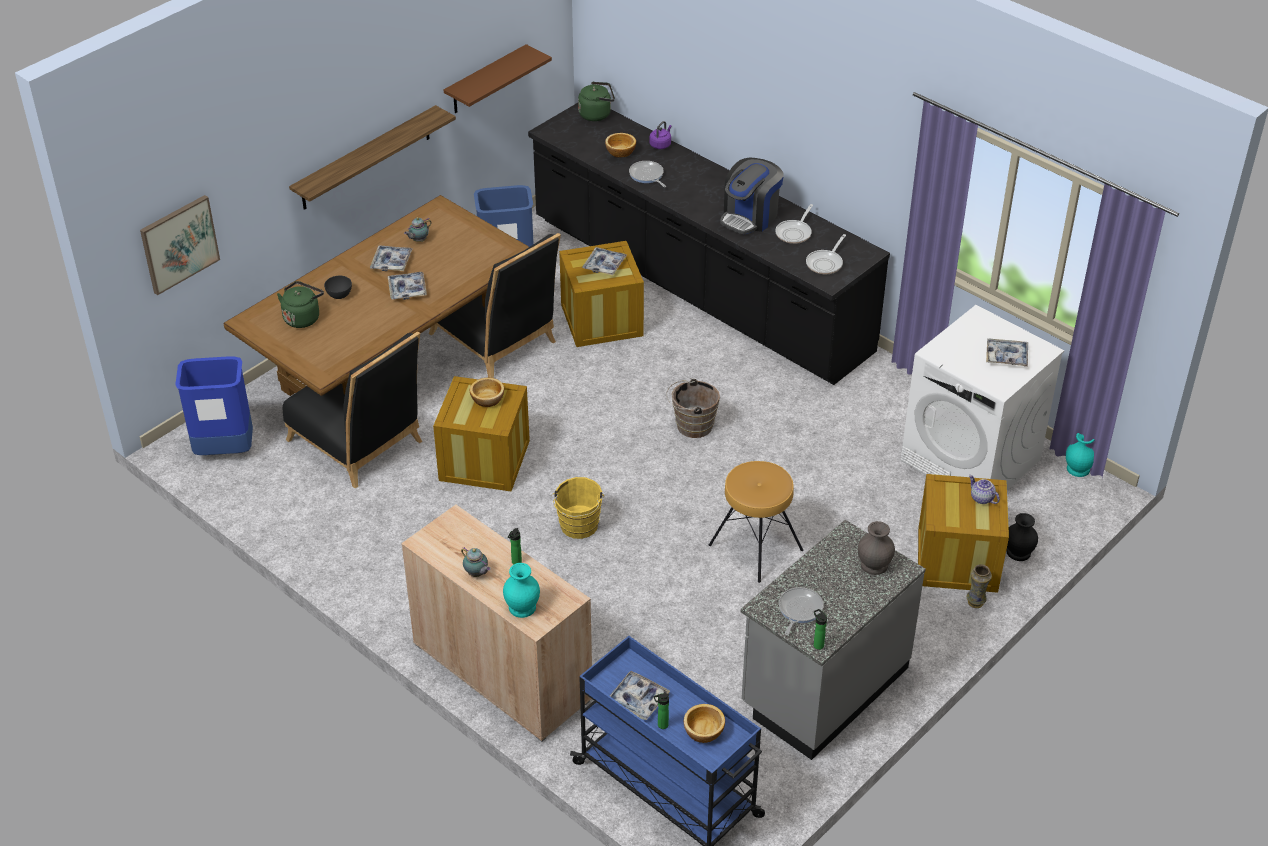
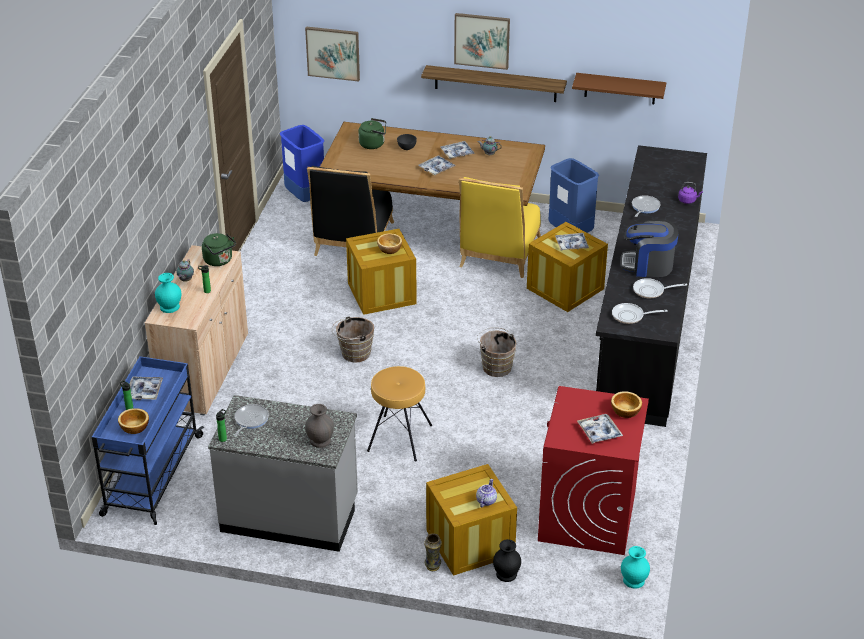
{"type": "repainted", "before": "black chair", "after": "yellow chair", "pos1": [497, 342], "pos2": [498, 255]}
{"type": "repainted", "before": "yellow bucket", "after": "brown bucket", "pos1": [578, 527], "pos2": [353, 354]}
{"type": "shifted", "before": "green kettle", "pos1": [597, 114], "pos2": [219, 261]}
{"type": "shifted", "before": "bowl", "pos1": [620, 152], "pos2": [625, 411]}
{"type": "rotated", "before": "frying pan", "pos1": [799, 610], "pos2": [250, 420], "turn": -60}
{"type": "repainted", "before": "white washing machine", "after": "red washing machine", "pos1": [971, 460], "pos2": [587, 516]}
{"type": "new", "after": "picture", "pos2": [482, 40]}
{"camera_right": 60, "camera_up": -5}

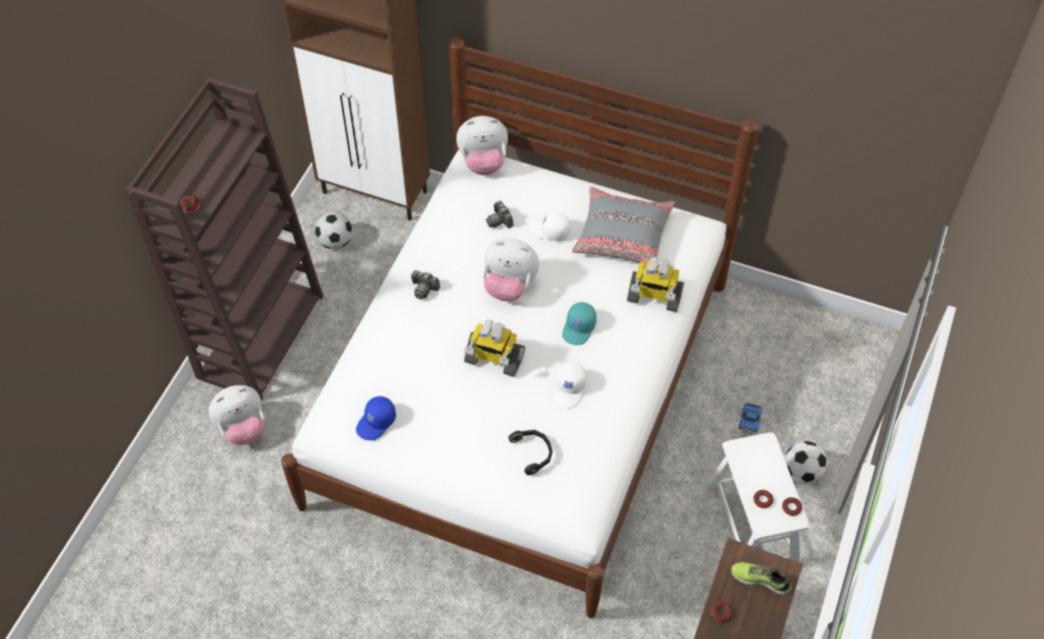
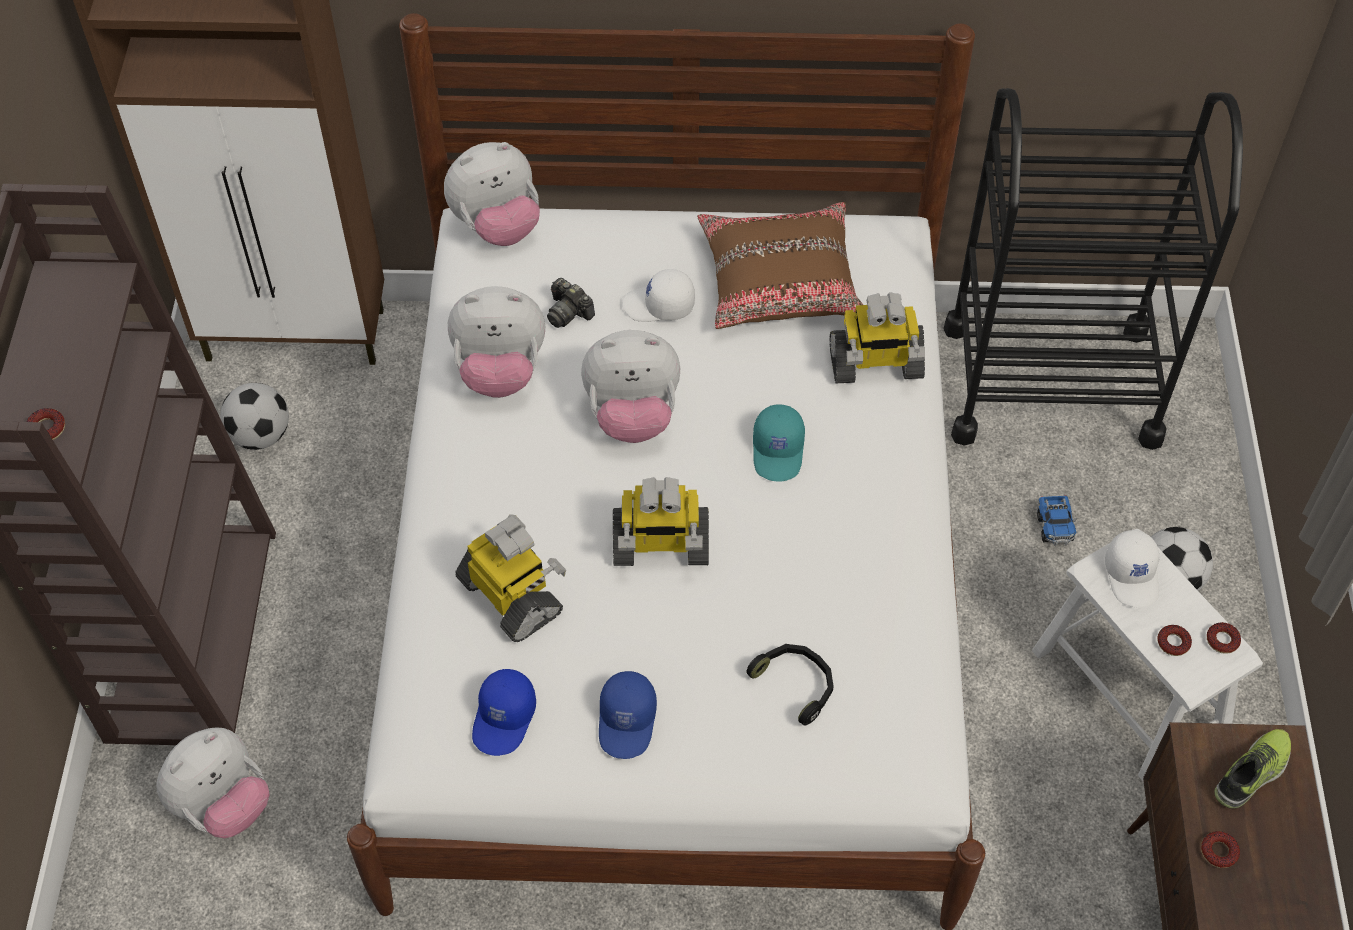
{"type": "gone", "before": "photo camera", "pos1": [424, 289]}
{"type": "shifted", "before": "white cap", "pos1": [570, 389], "pos2": [1133, 576]}
{"type": "repainted", "before": "grey pillow", "after": "brown pillow", "pos1": [623, 235], "pos2": [780, 279]}
{"type": "rotated", "before": "shoe", "pos1": [760, 579], "pos2": [1253, 773], "turn": 135}
{"type": "new", "after": "plush toy", "pos2": [500, 371]}
{"type": "new", "after": "toy robot", "pos2": [512, 596]}
{"type": "new", "after": "blue cap", "pos2": [628, 721]}
{"type": "new", "after": "black cart", "pos2": [1050, 383]}
{"camera_right": -20, "camera_up": 0}

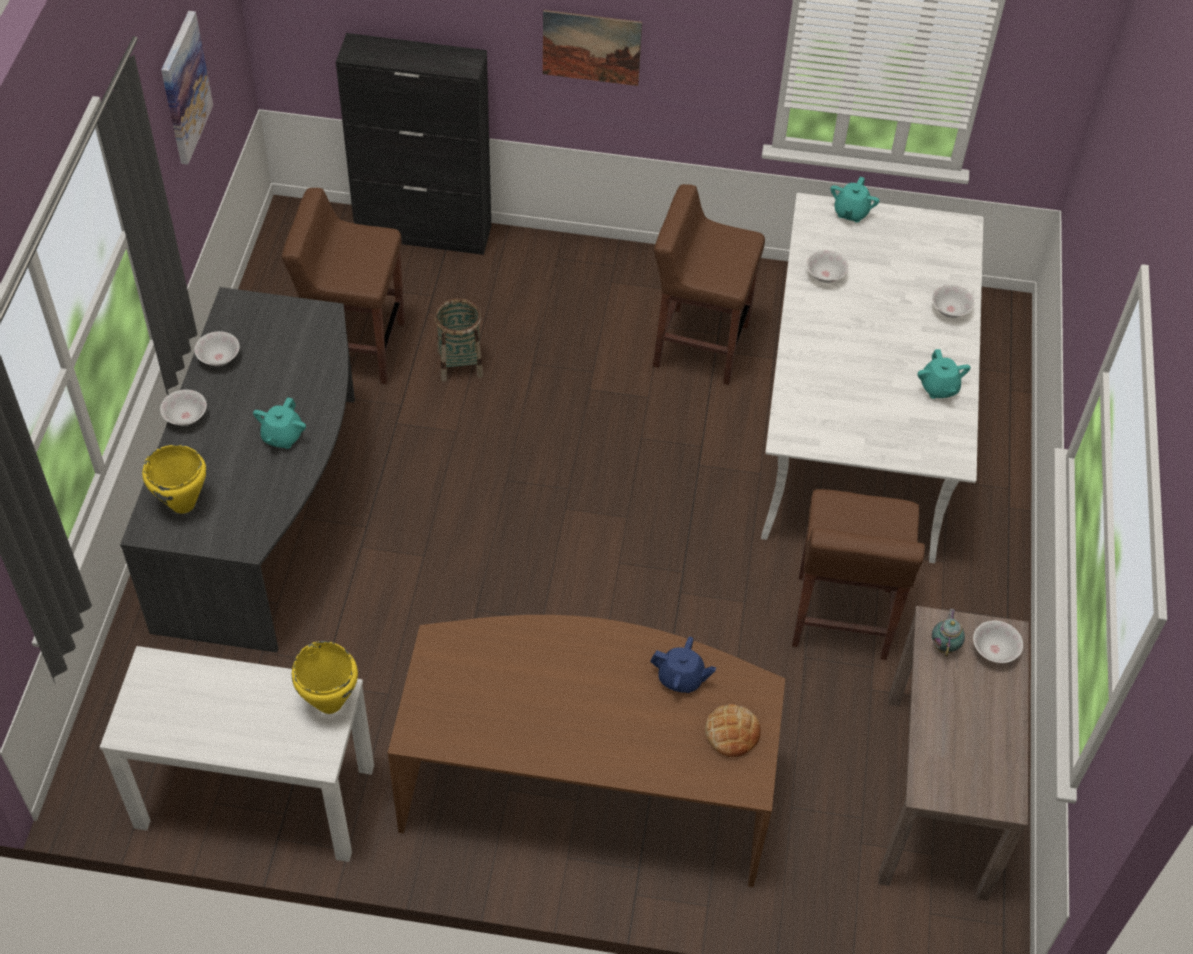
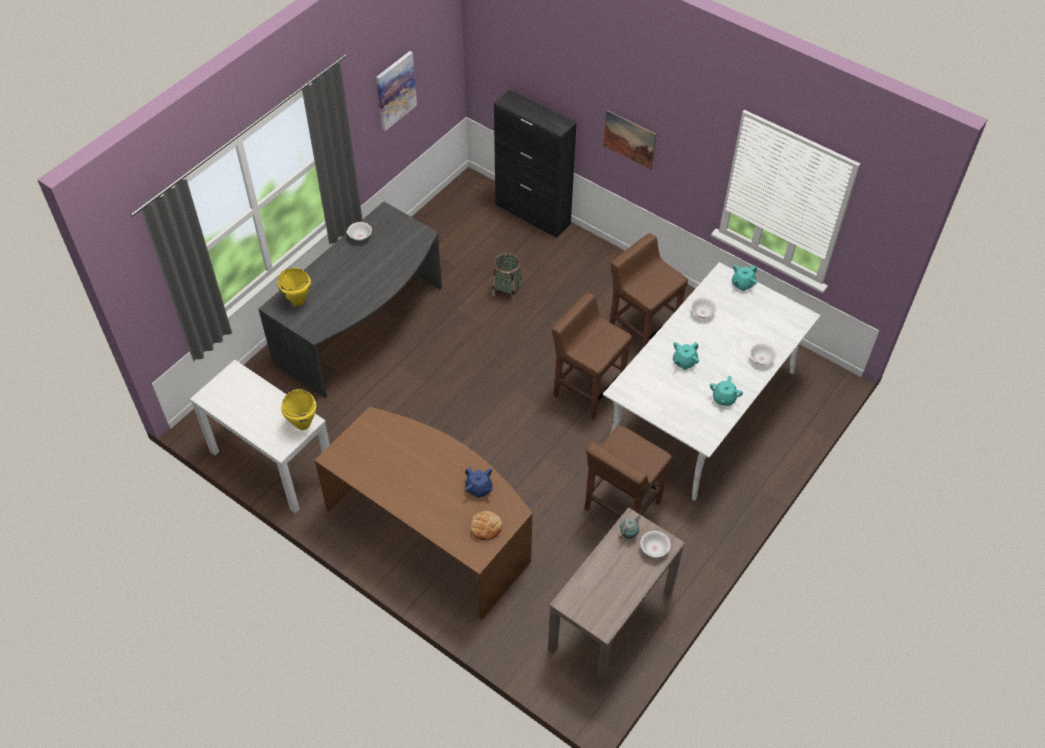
{"type": "gone", "before": "white bowl", "pos1": [186, 417]}
{"type": "shifted", "before": "turquoise teapot", "pos1": [282, 436], "pos2": [684, 362]}
{"type": "shifted", "before": "brown stool", "pos1": [355, 347], "pos2": [587, 390]}
{"camera_right": 30, "camera_up": 0}

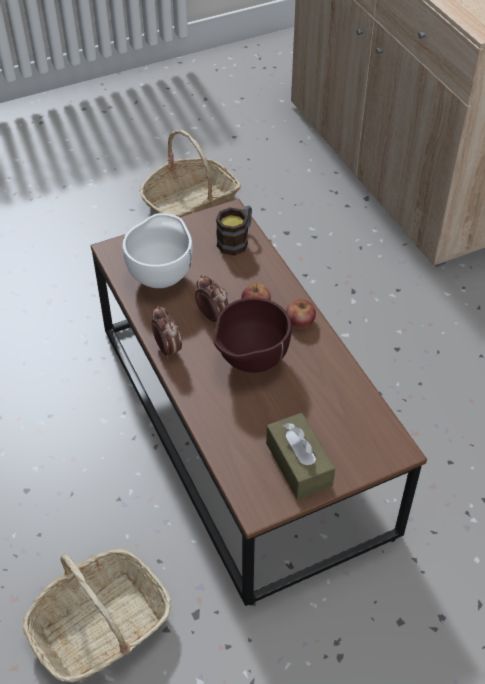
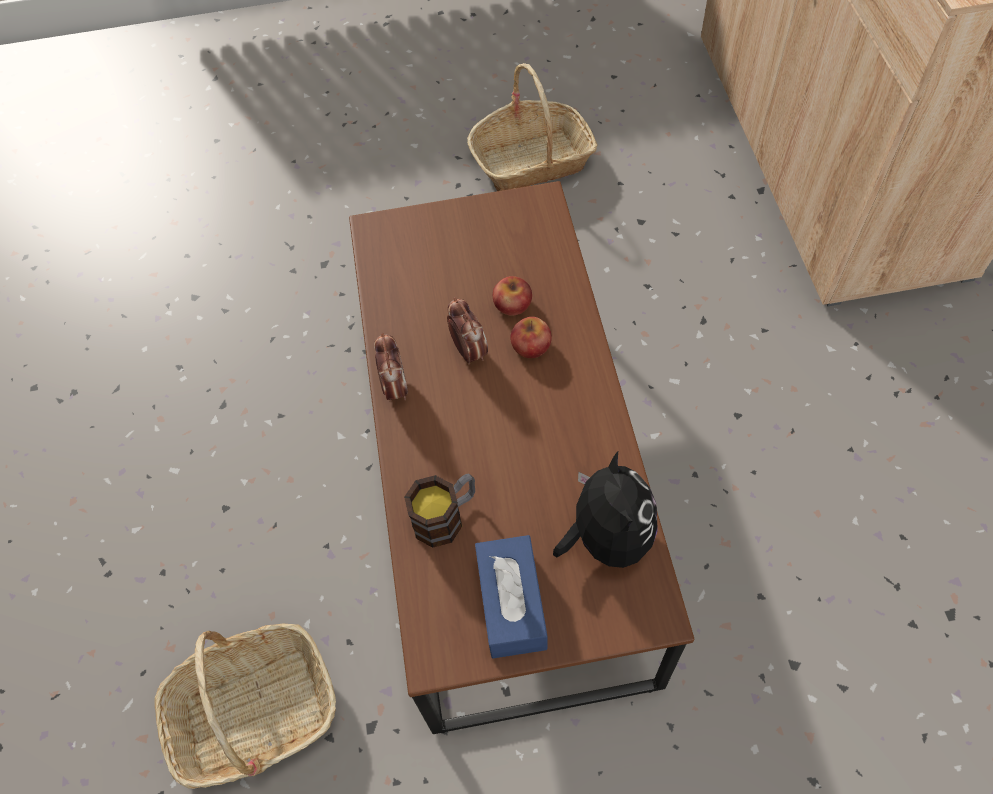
{"type": "gone", "before": "white bowl", "pos1": [161, 276]}
{"type": "gone", "before": "brown bowl", "pos1": [250, 363]}
{"type": "shifted", "before": "mug", "pos1": [236, 240], "pos2": [446, 516]}
{"type": "repainted", "before": "brown tissue box", "after": "blue tissue box", "pos1": [299, 464], "pos2": [511, 603]}
{"type": "shifted", "before": "apple", "pos1": [300, 321], "pos2": [512, 304]}
{"type": "new", "after": "plush toy", "pos2": [606, 537]}
{"camera_right": 20, "camera_up": 10}

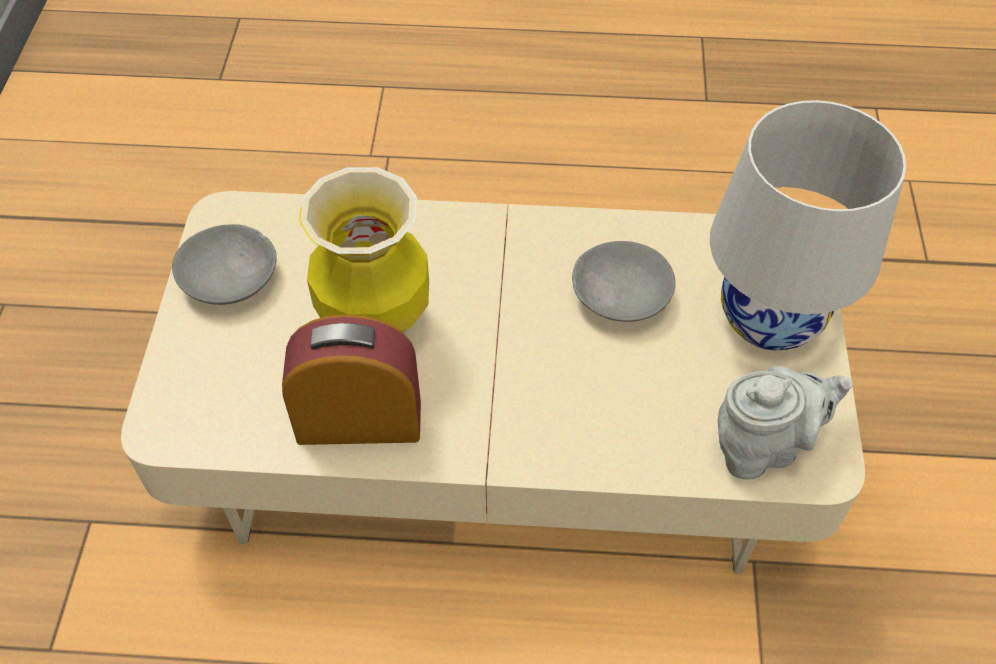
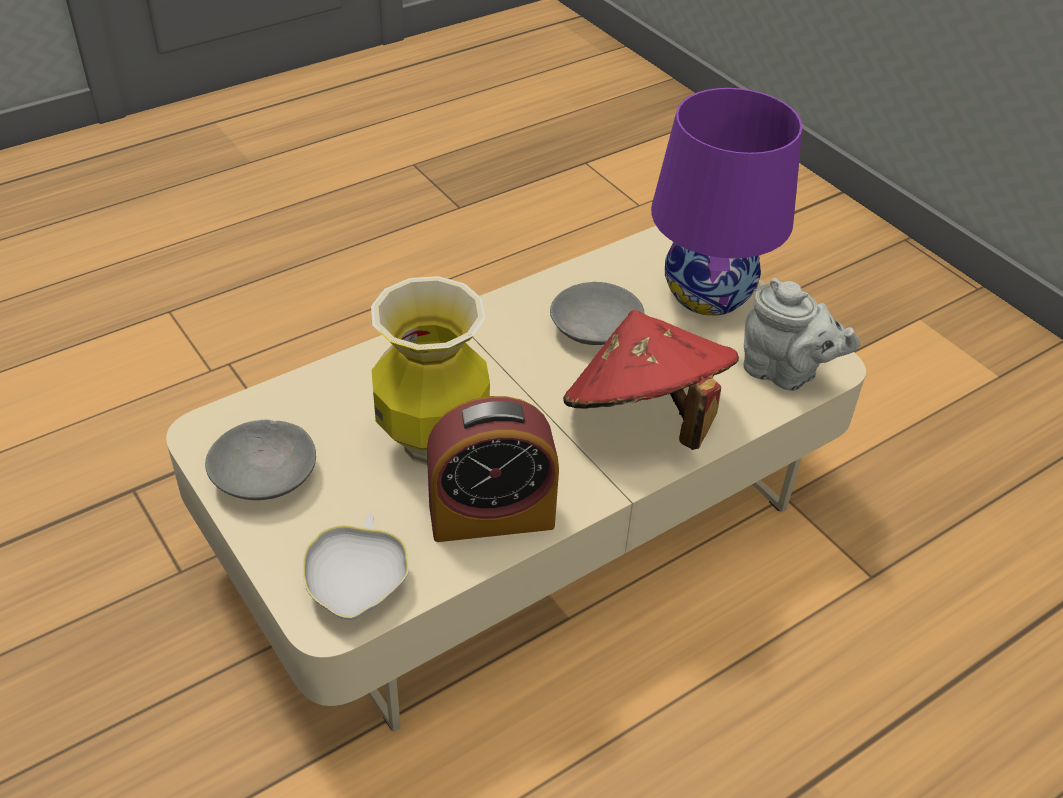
{"type": "rotated", "before": "alarm clock", "pos1": [359, 420], "pos2": [491, 515], "turn": -150}
{"type": "repainted", "before": "white table lamp", "after": "purple table lamp", "pos1": [770, 318], "pos2": [708, 293]}
{"type": "rotated", "before": "grey teapot", "pos1": [763, 447], "pos2": [785, 373], "turn": 90}
{"type": "new", "after": "white bowl", "pos2": [357, 584]}
{"type": "new", "after": "red hat", "pos2": [644, 418]}
{"camera_right": -40, "camera_up": -10}

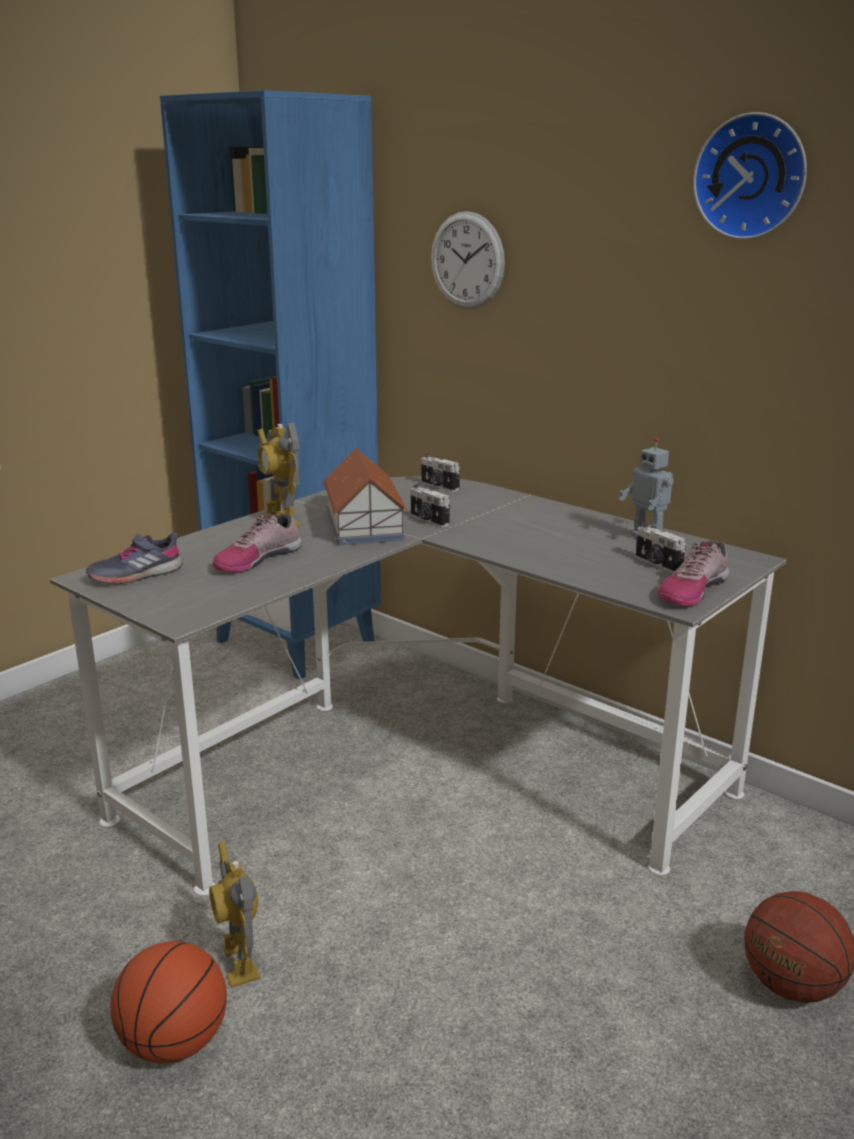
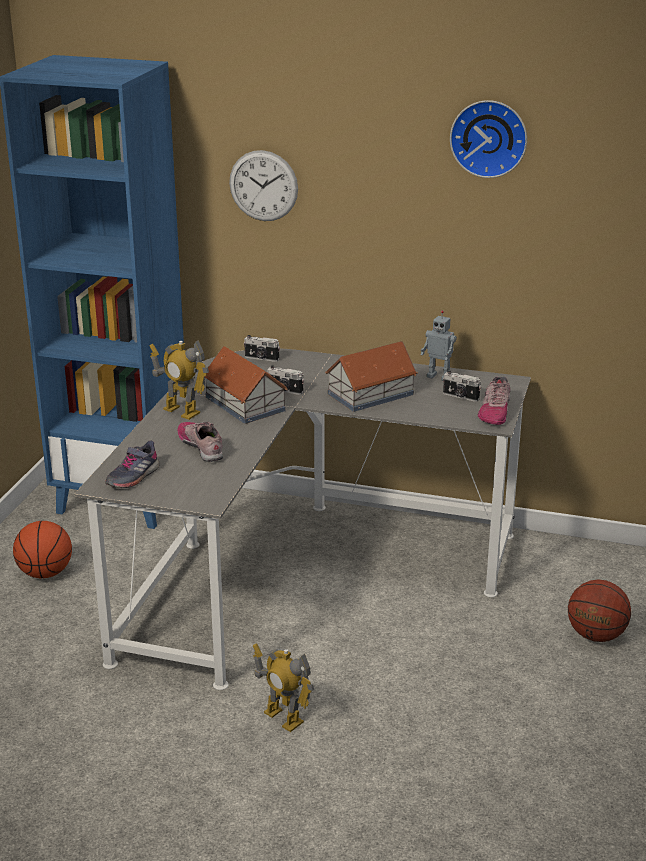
{"type": "shifted", "before": "basketball", "pos1": [175, 1043], "pos2": [45, 573]}
{"type": "rotated", "before": "shoe", "pos1": [256, 559], "pos2": [202, 446], "turn": 135}
{"type": "new", "after": "toy house", "pos2": [369, 394]}
{"camera_right": -25, "camera_up": 5}

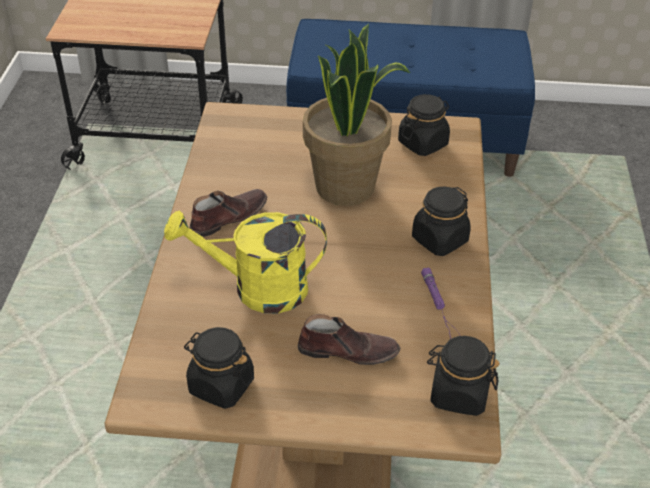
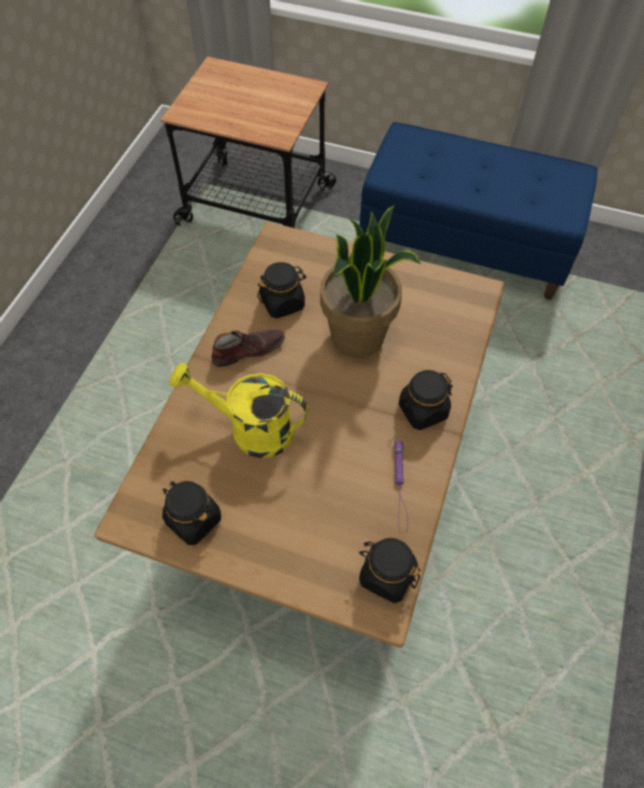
{"type": "gone", "before": "brown shoe", "pos1": [348, 351]}
{"type": "shifted", "before": "black jar", "pos1": [423, 143], "pos2": [283, 303]}
{"camera_right": 15, "camera_up": 15}

